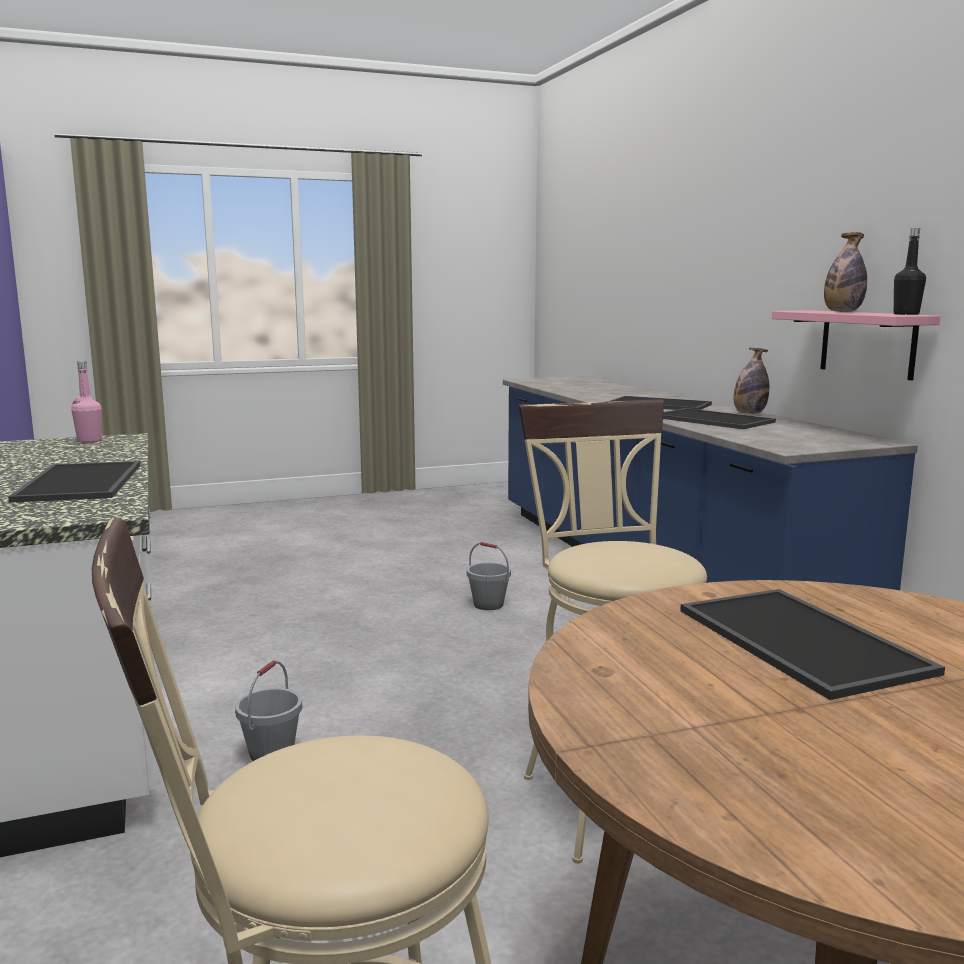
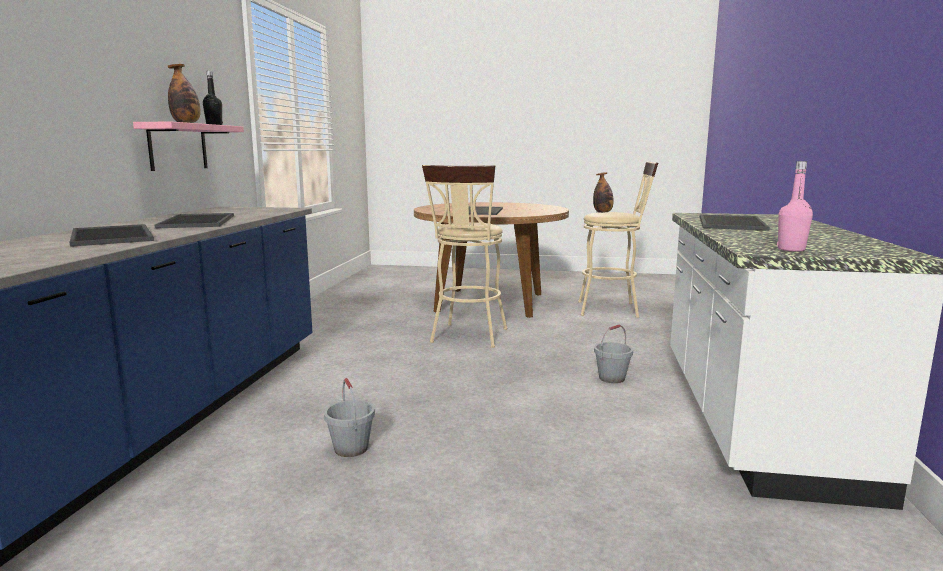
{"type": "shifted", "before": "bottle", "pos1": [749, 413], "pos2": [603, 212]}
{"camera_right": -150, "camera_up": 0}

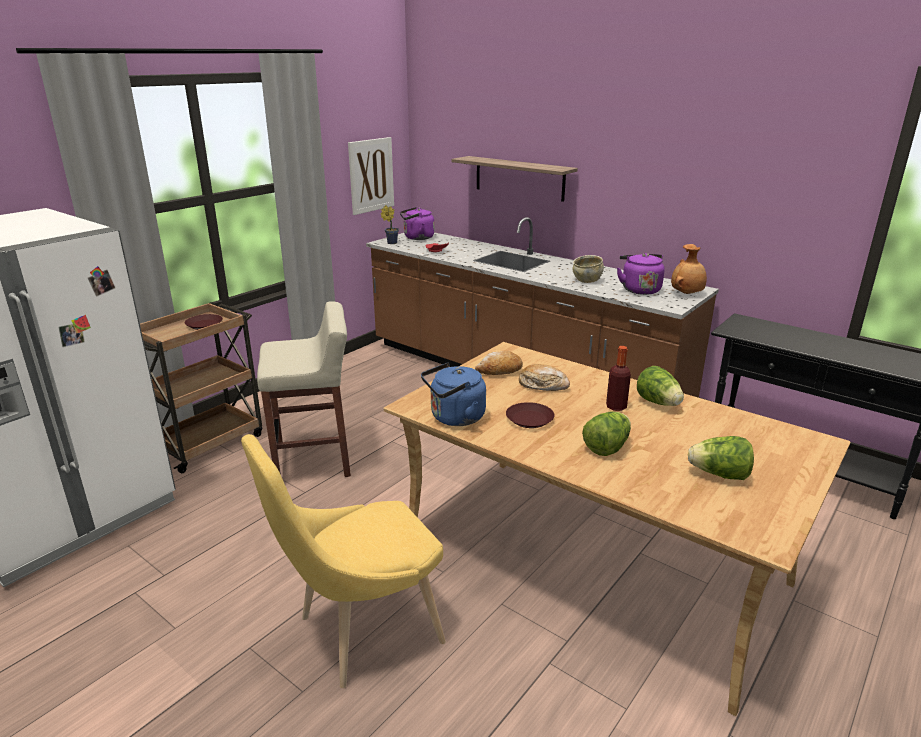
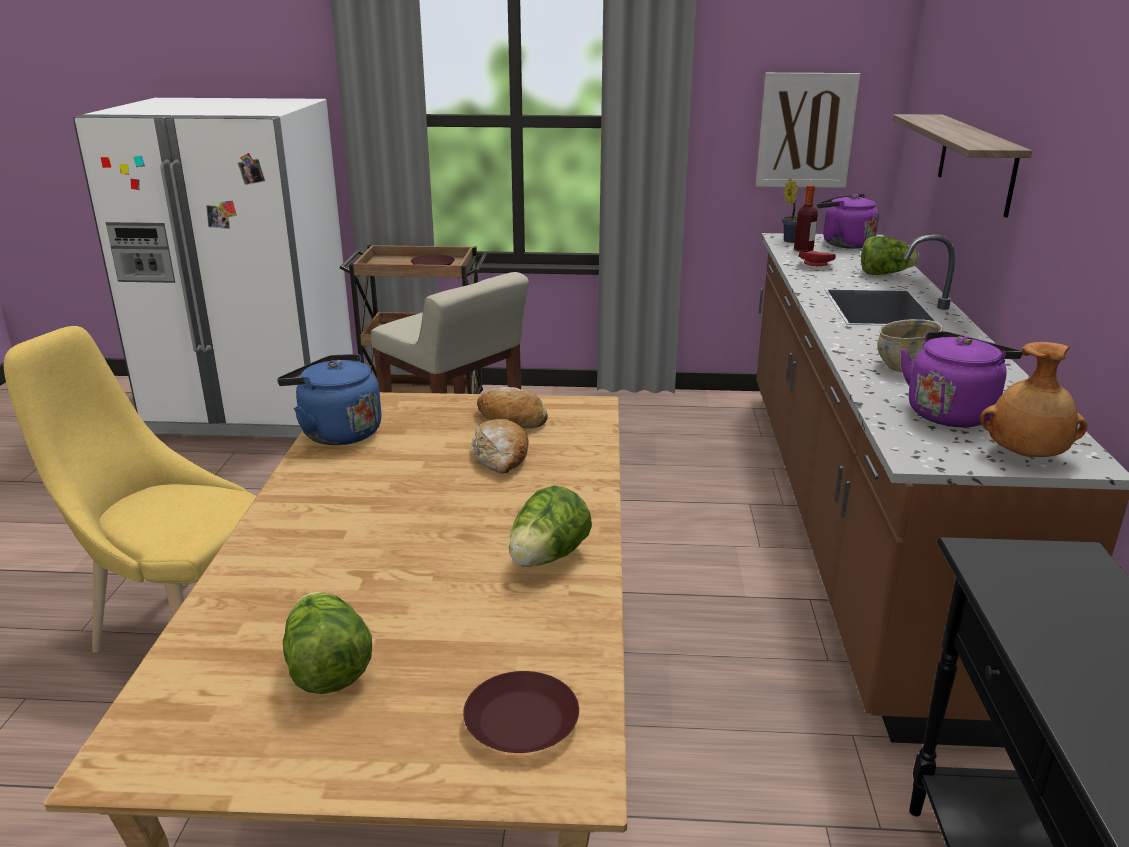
{"type": "shifted", "before": "brown plate", "pos1": [530, 419], "pos2": [523, 721]}
{"type": "shifted", "before": "lettuce", "pos1": [607, 447], "pos2": [884, 274]}
{"type": "shifted", "before": "bottle", "pos1": [616, 407], "pos2": [803, 250]}
{"camera_right": 55, "camera_up": 0}

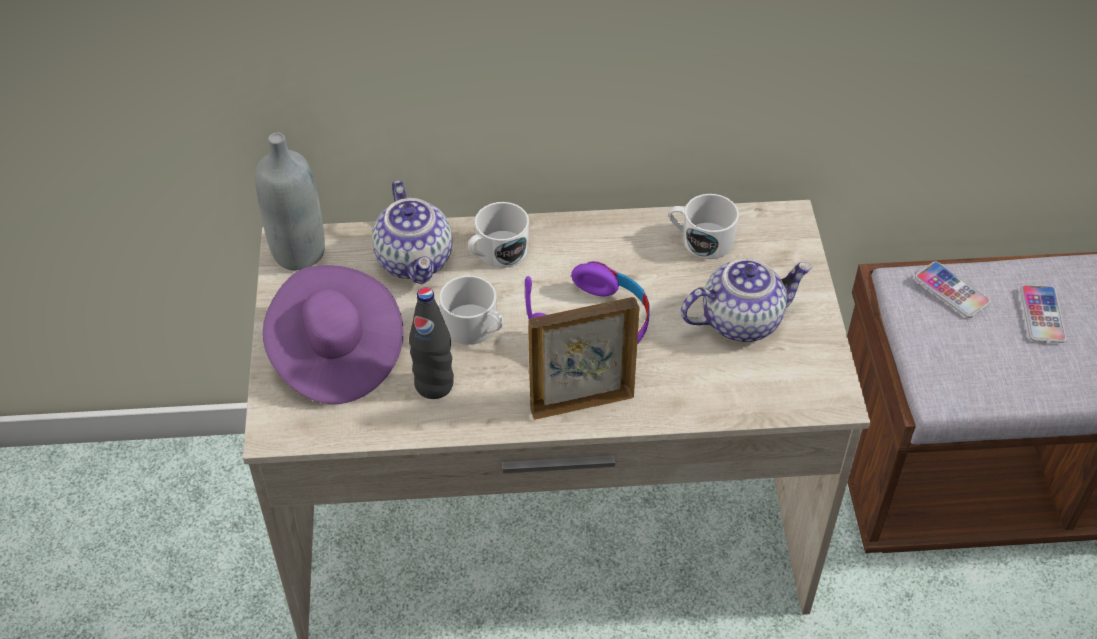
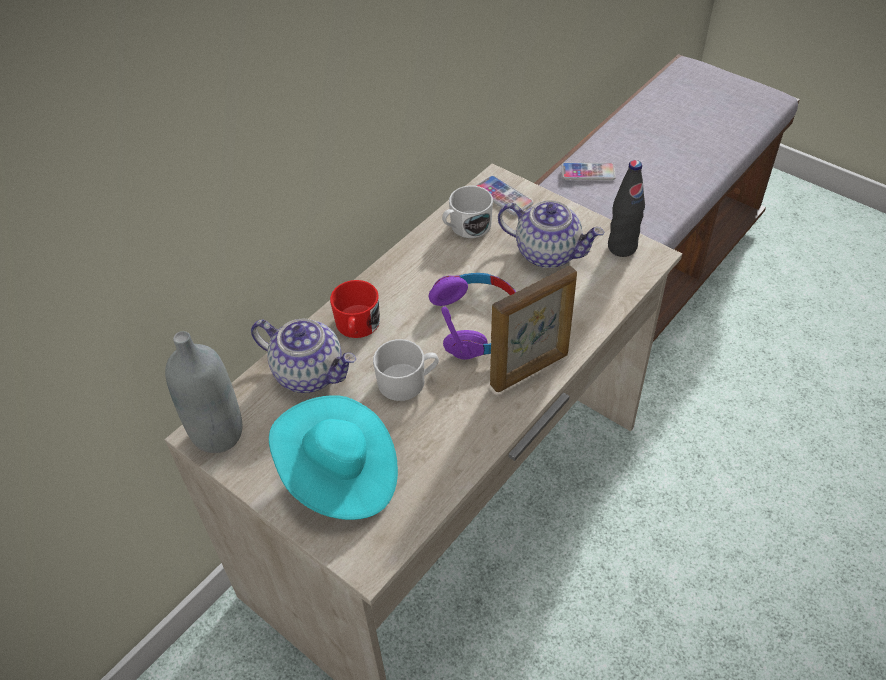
{"type": "repainted", "before": "purple hat", "after": "turquoise hat", "pos1": [335, 355], "pos2": [340, 476]}
{"type": "shifted", "before": "black bottle", "pos1": [434, 385], "pos2": [622, 247]}
{"type": "repainted", "before": "white mug", "after": "red mug", "pos1": [497, 253], "pos2": [357, 326]}
{"type": "rotated", "before": "picture frame", "pos1": [581, 402], "pos2": [530, 370], "turn": -150}
{"type": "rotated", "before": "teapot", "pos1": [741, 320], "pos2": [548, 252], "turn": 90}
{"type": "shifted", "before": "phone", "pos1": [1042, 315], "pos2": [503, 196]}
{"camera_right": -45, "camera_up": 0}

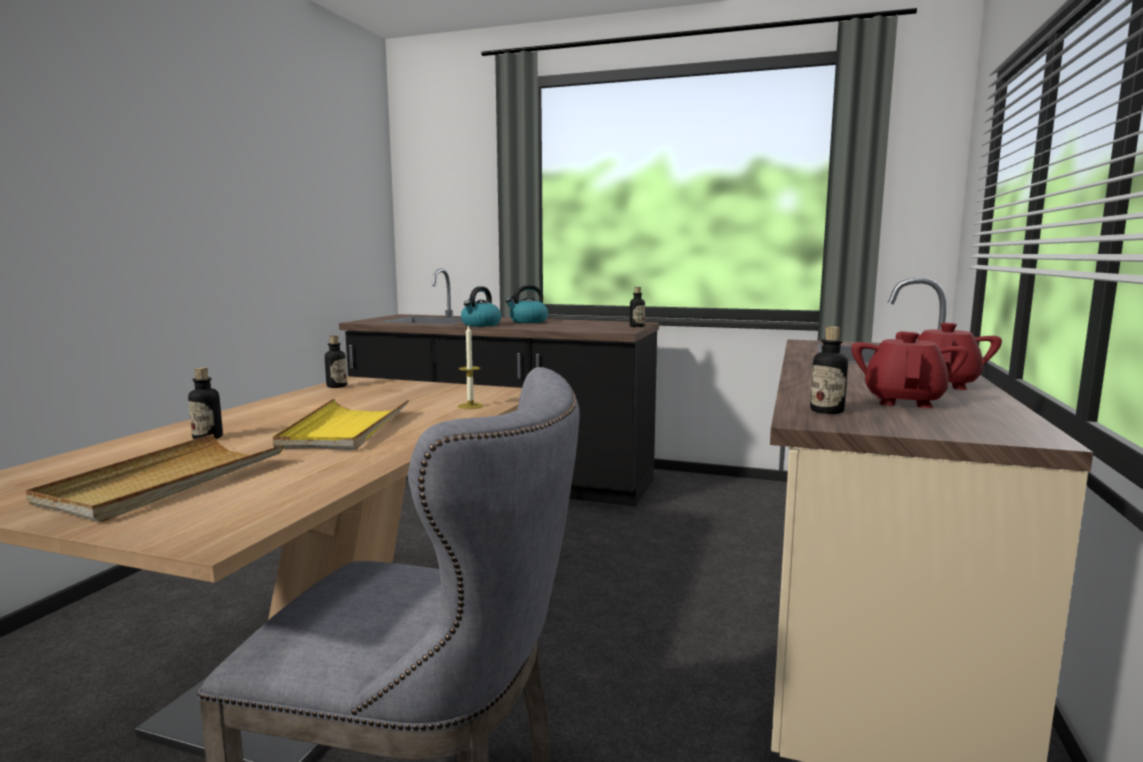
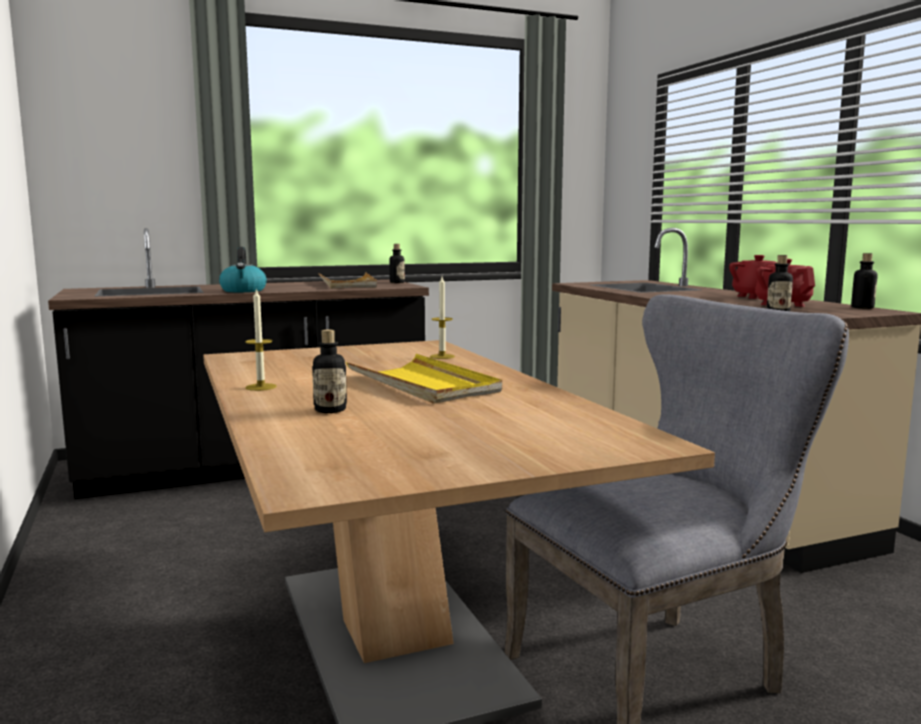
{"type": "shifted", "before": "beige tray", "pos1": [165, 482], "pos2": [348, 284]}
{"type": "shifted", "before": "bottle", "pos1": [337, 386], "pos2": [862, 307]}
{"type": "gone", "before": "kettle", "pos1": [528, 321]}
{"type": "new", "after": "candle", "pos2": [261, 387]}
{"camera_right": -40, "camera_up": 0}

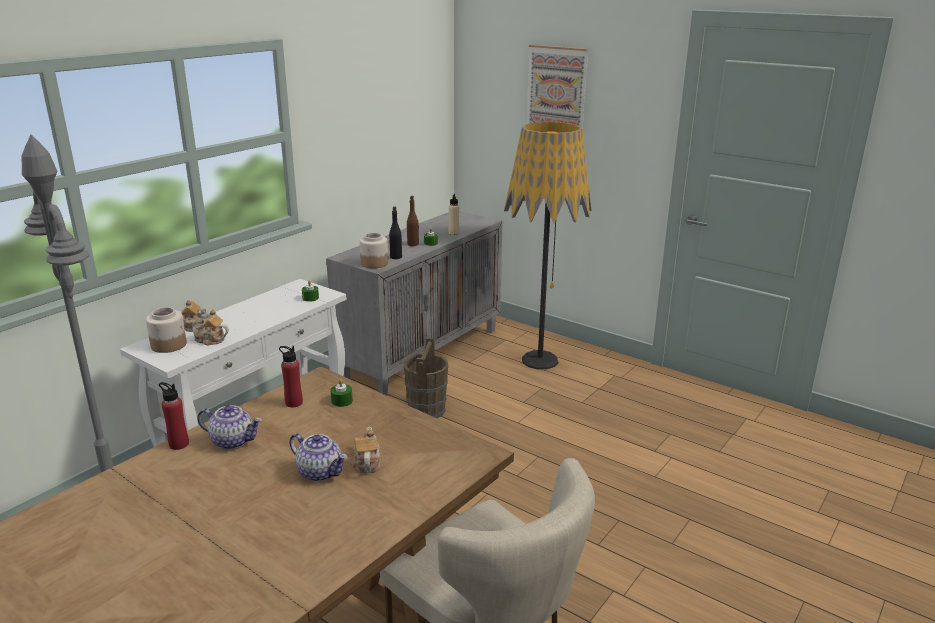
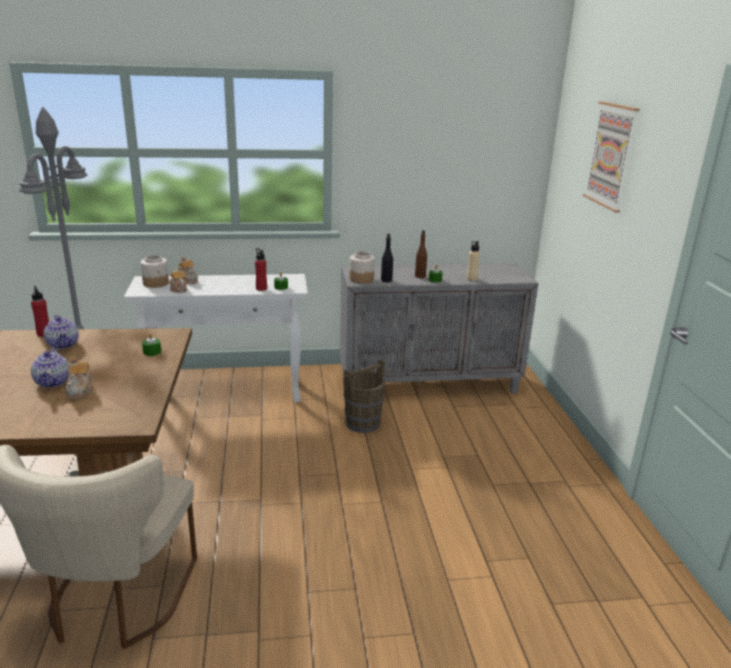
{"type": "shifted", "before": "red bottle", "pos1": [293, 403], "pos2": [261, 288]}
{"type": "rotated", "before": "teapot", "pos1": [367, 463], "pos2": [80, 391], "turn": 135}
{"type": "gone", "before": "floor lamp", "pos1": [540, 360]}
{"camera_right": 45, "camera_up": 0}

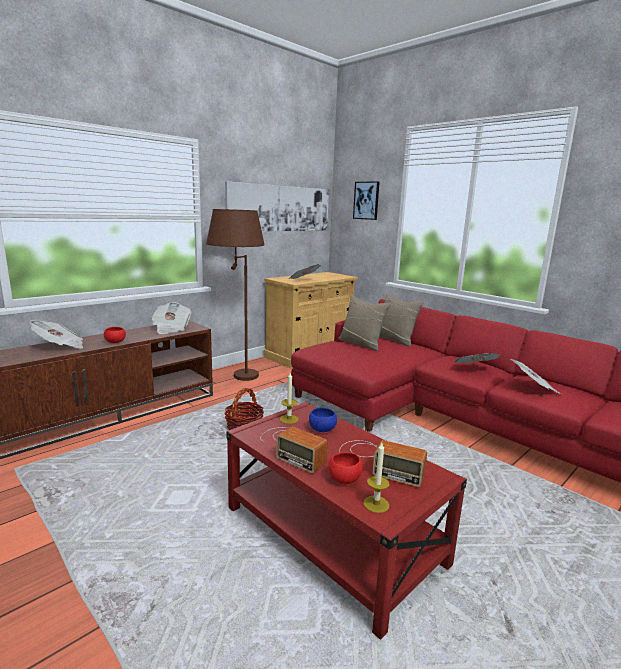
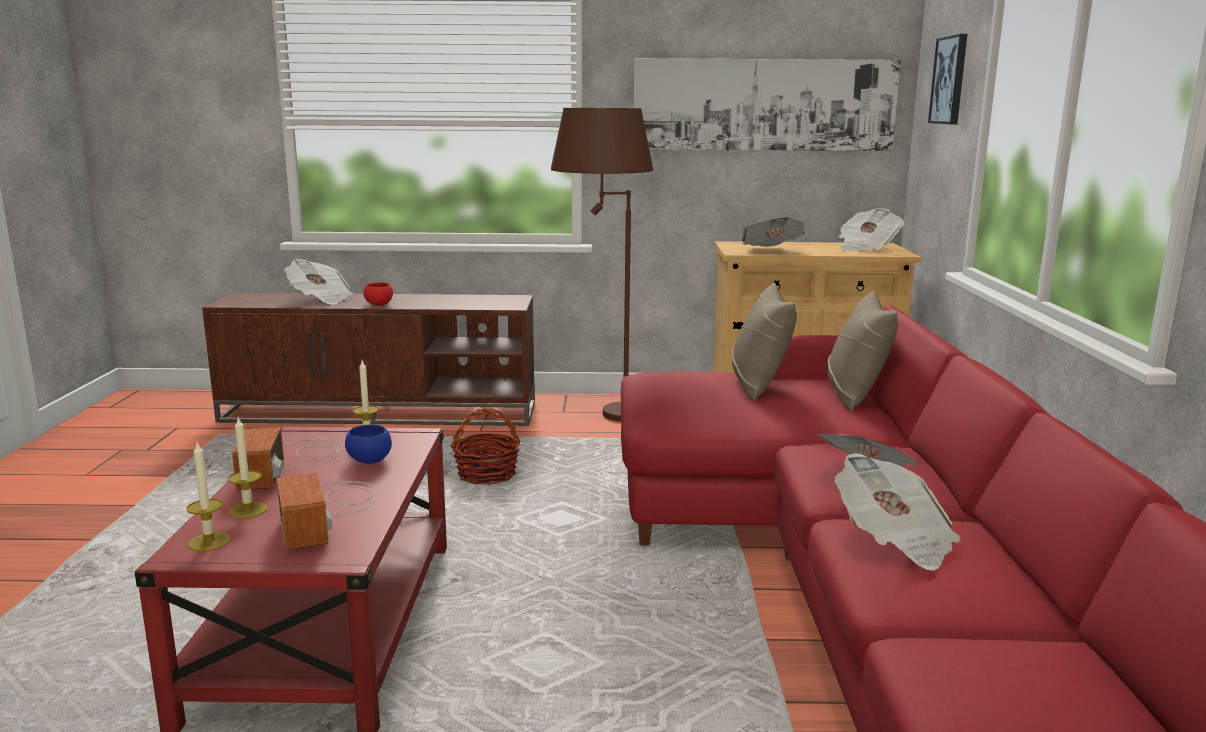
{"type": "shifted", "before": "newspaper", "pos1": [171, 329], "pos2": [866, 248]}
{"type": "swapped", "before": "red bowl", "after": "candle", "pos1": [344, 480], "pos2": [248, 510]}
{"camera_right": 45, "camera_up": 0}

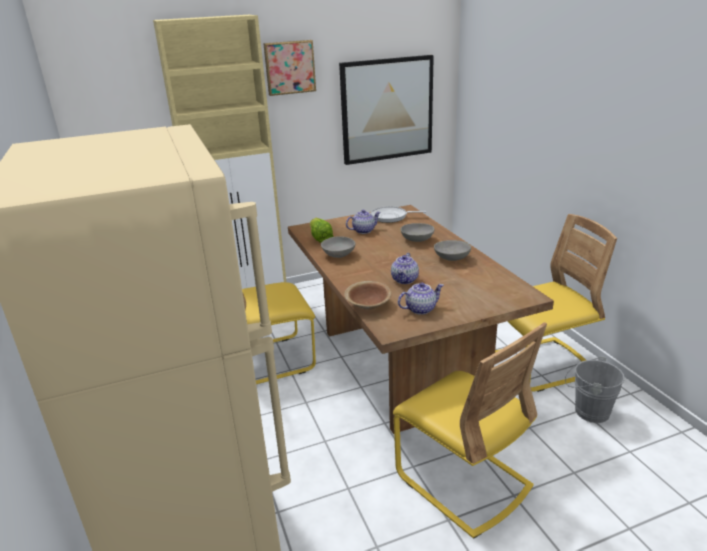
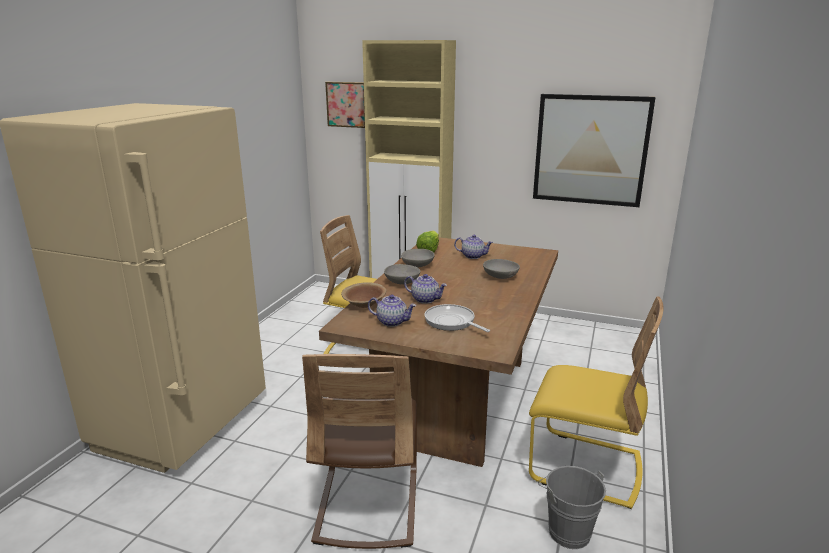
{"type": "shifted", "before": "picture", "pos1": [289, 67], "pos2": [348, 104]}
{"type": "shifted", "before": "frying pan", "pos1": [391, 217], "pos2": [451, 322]}
{"type": "rotated", "before": "teapot", "pos1": [405, 280], "pos2": [425, 299], "turn": -120}
{"type": "repainted", "before": "yellow chair", "after": "brown chair", "pos1": [462, 481], "pos2": [367, 504]}
{"type": "shifted", "before": "grey bowl", "pos1": [452, 258], "pos2": [401, 282]}
{"camera_right": 40, "camera_up": -5}

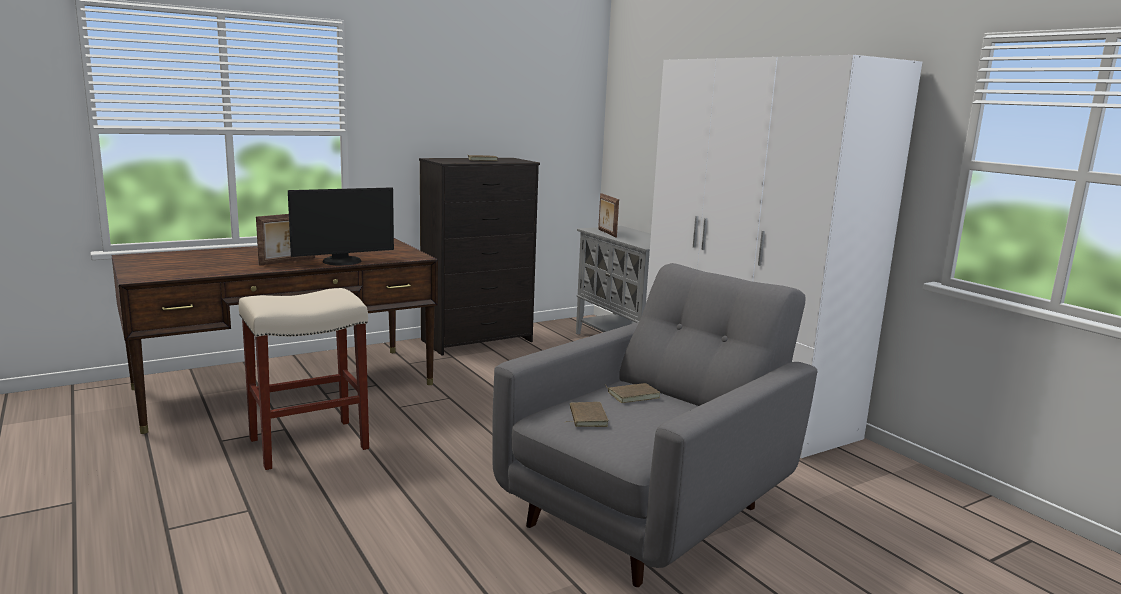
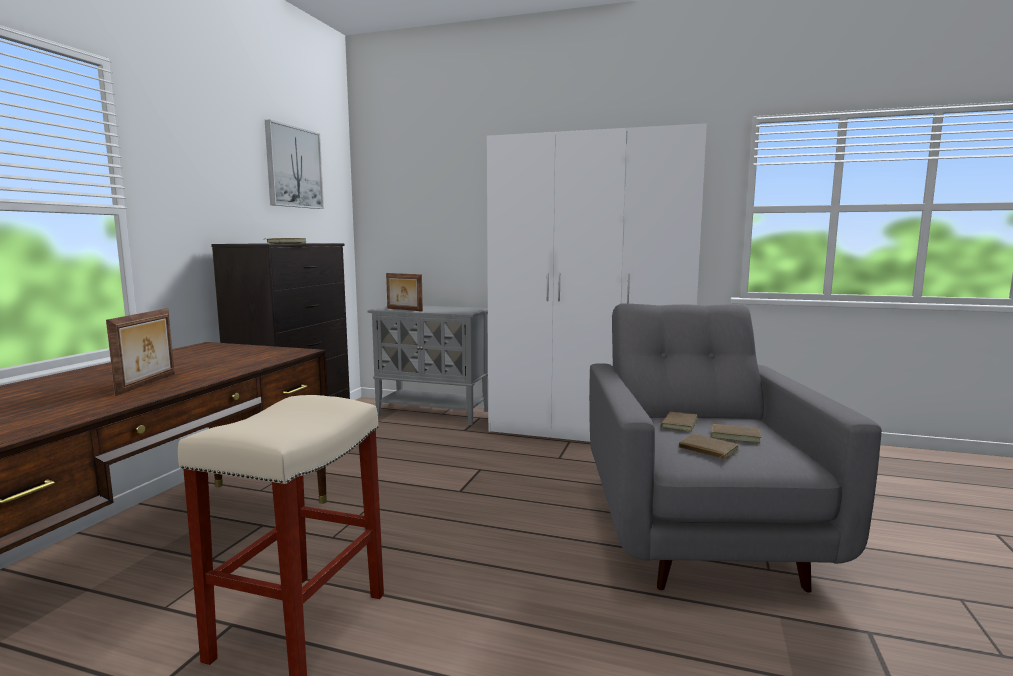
{"type": "gone", "before": "monitor", "pos1": [342, 262]}
{"type": "new", "after": "picture", "pos2": [293, 167]}
{"type": "new", "after": "brown book", "pos2": [735, 435]}
{"camera_right": -40, "camera_up": -5}

